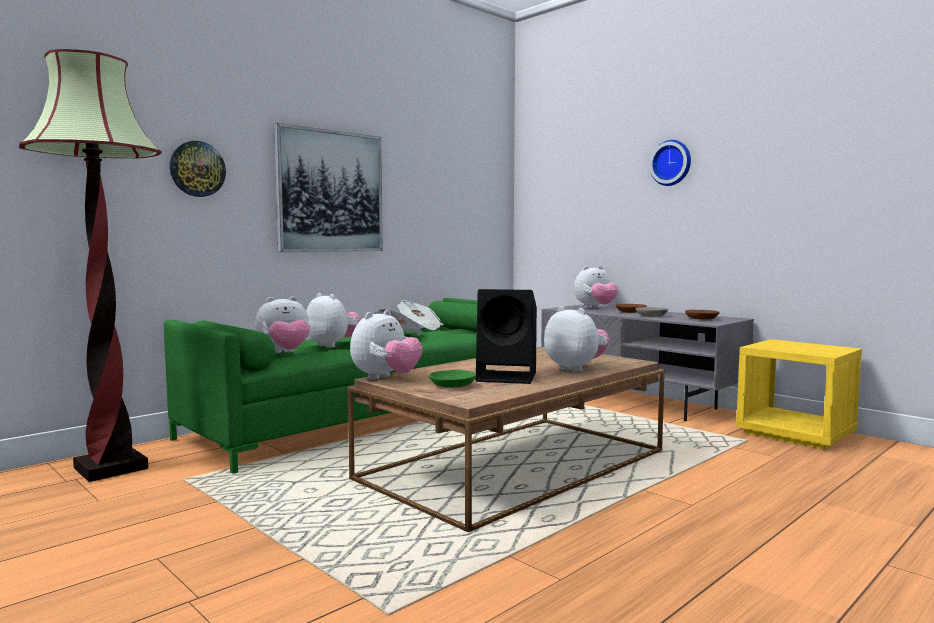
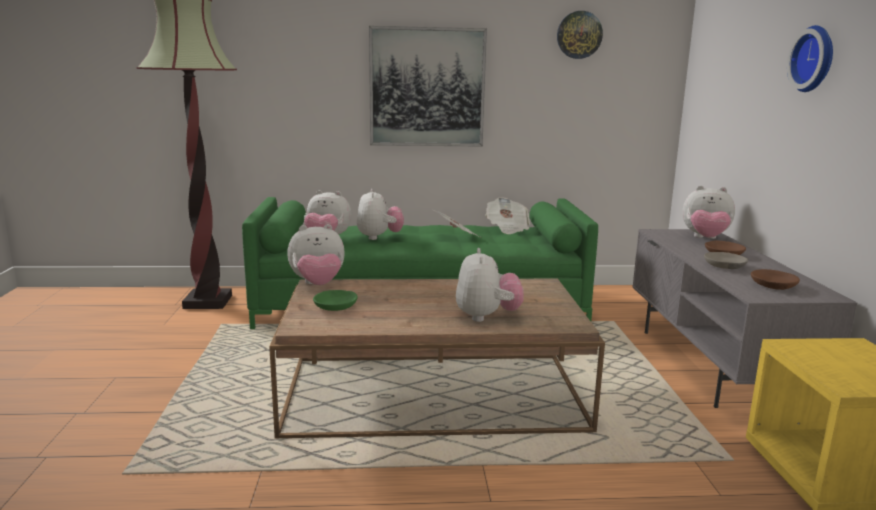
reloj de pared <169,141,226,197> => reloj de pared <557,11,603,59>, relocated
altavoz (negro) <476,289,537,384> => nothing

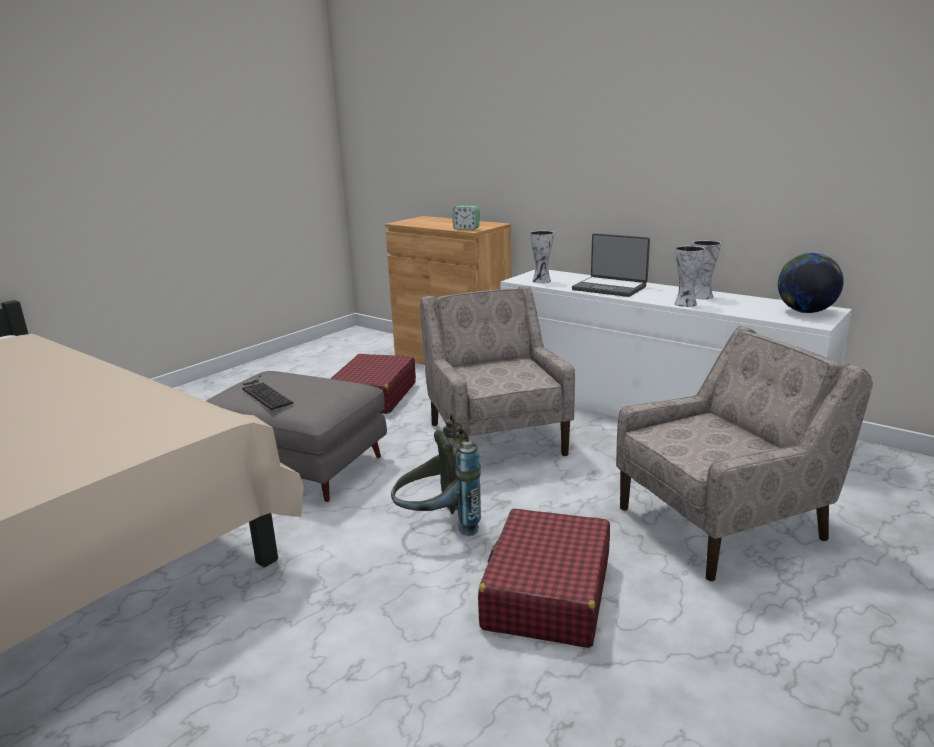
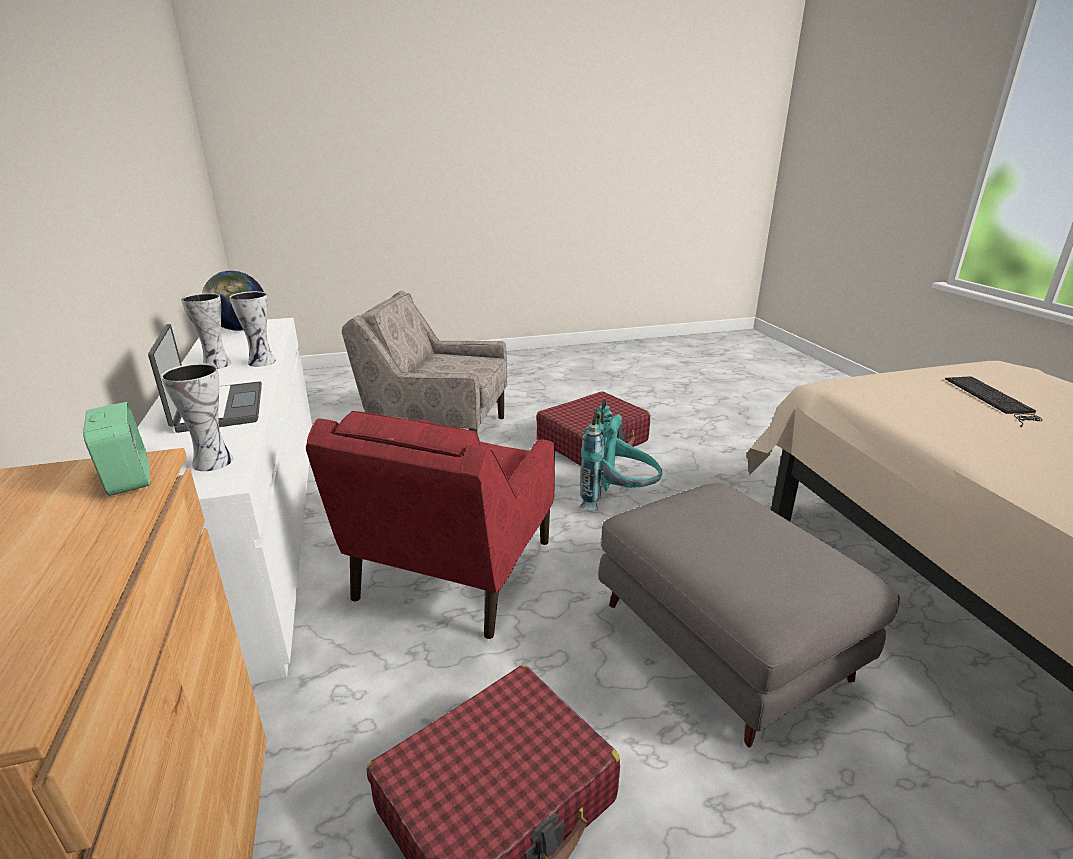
sillón (beis) <419,286,575,456> => sillón (rojo) <306,411,555,639>
mochila (gris) <391,413,481,536> => mochila (turquesa) <580,400,662,510>
teclado <242,375,294,410> => teclado <945,377,1042,427>, relocated

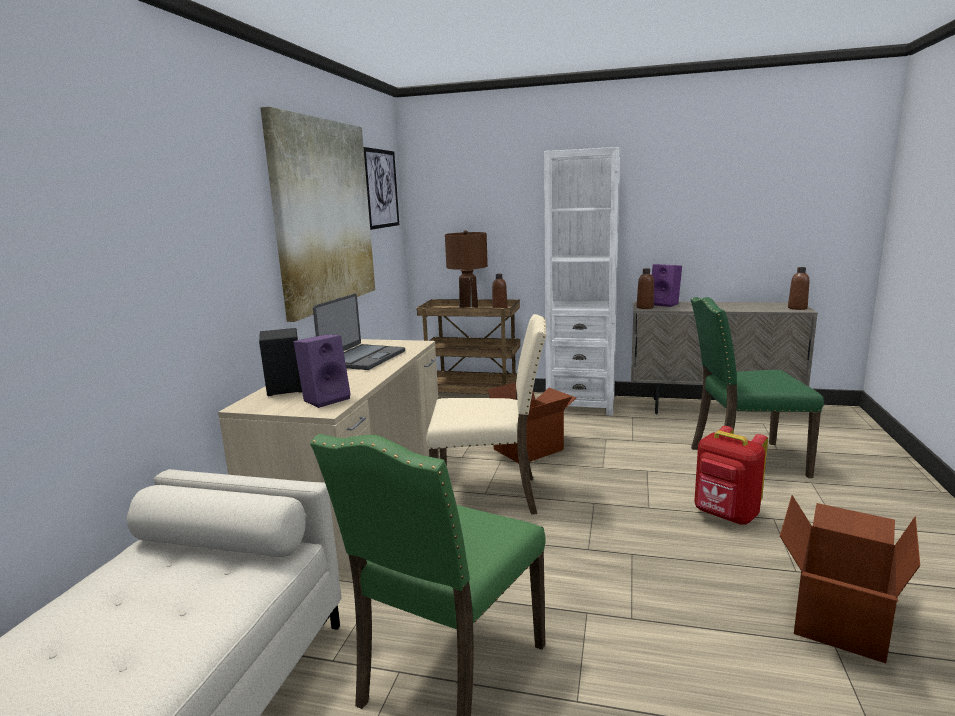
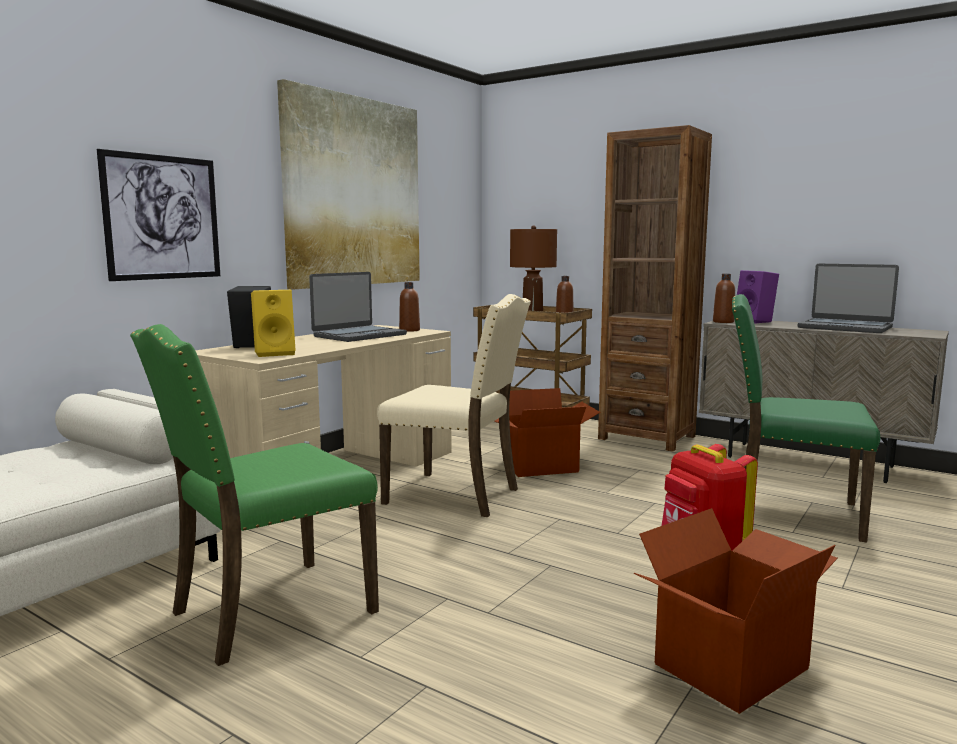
cuadro <364,147,399,230> => cuadro <97,149,220,281>, relocated
altavoz (morado) <293,334,351,408> => altavoz (amarillo) <251,290,296,357>
botella (marrón) <788,267,810,310> => botella (marrón) <399,282,420,332>, relocated
estantería (blanco) <544,147,620,415> => estantería (marrón) <598,125,712,452>
nothing => portátil <798,264,899,333>

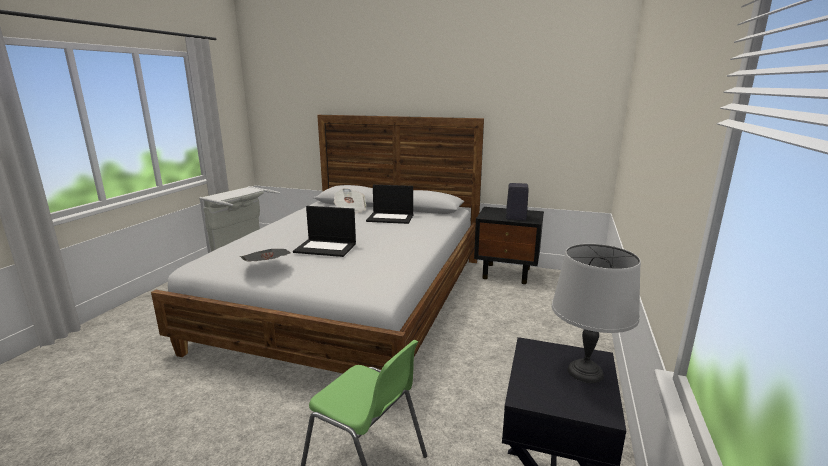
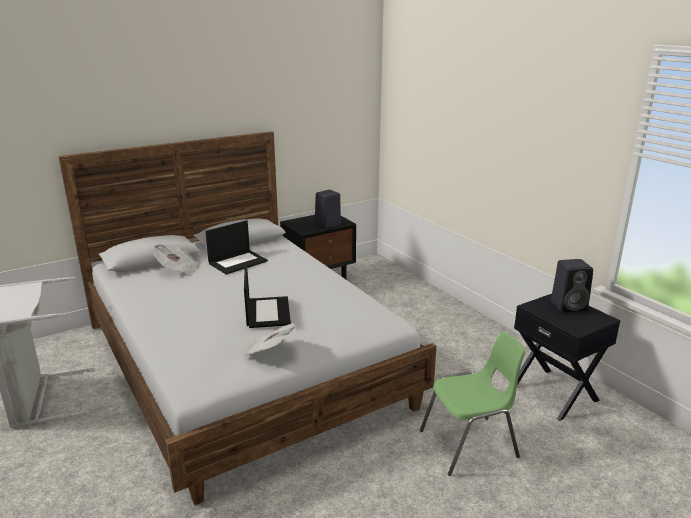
portátil <293,206,356,257> => portátil <244,264,291,328>, 60 degrees counterclockwise
lámpara de mesa (gris) <552,244,641,383> => altavoz (negro) <551,259,593,312>

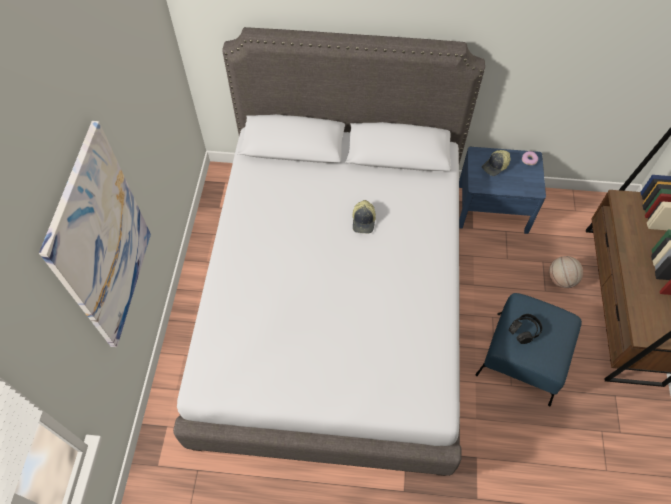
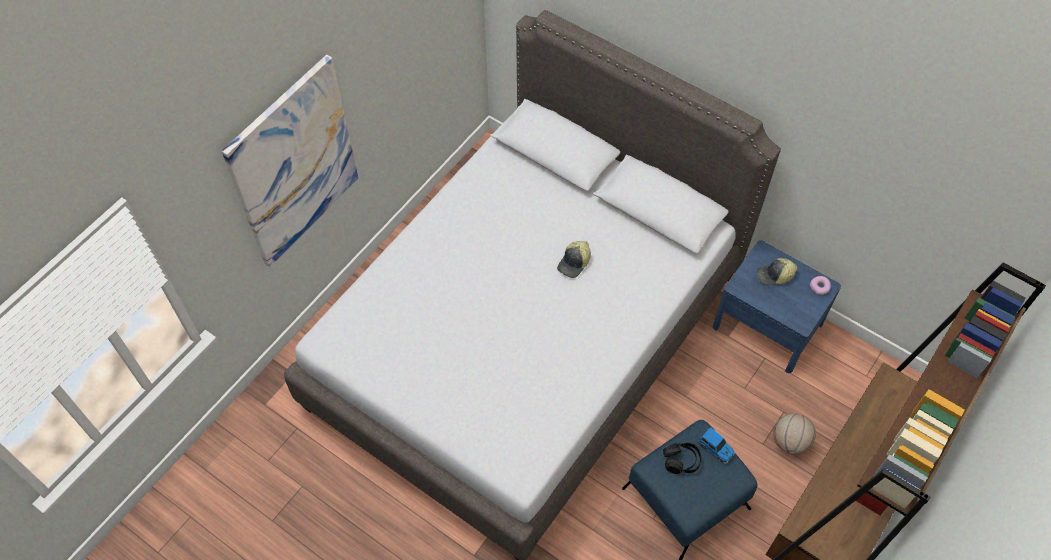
nothing => coche de juguete <698,427,735,464>

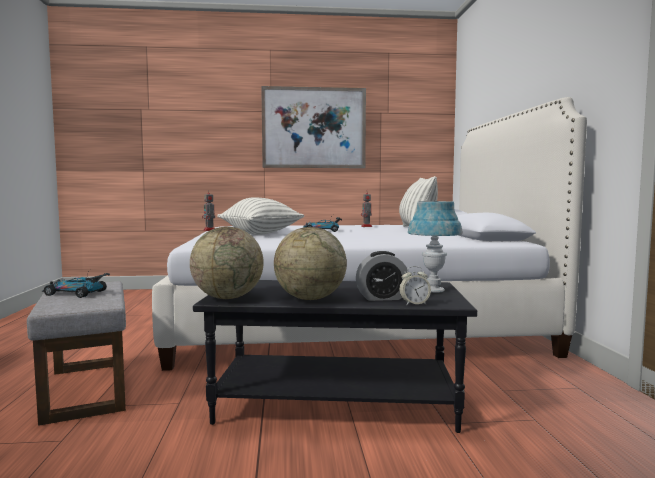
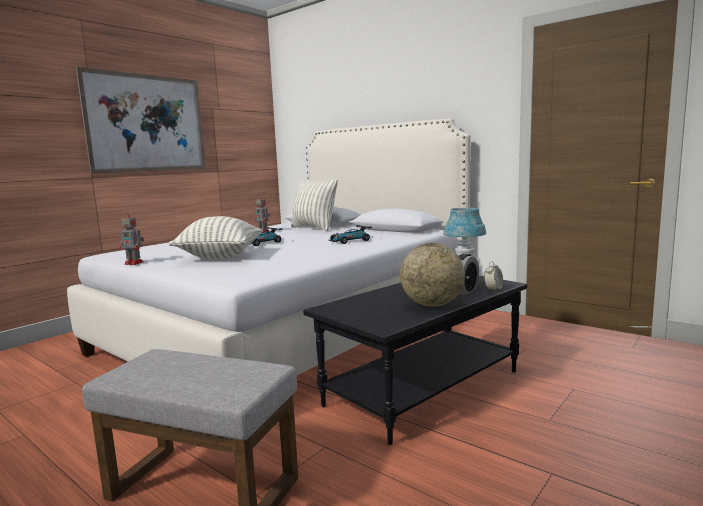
coche de juguete <42,269,110,298> => coche de juguete <329,223,372,244>, relocated
globo terráqueo <190,226,264,299> => nothing

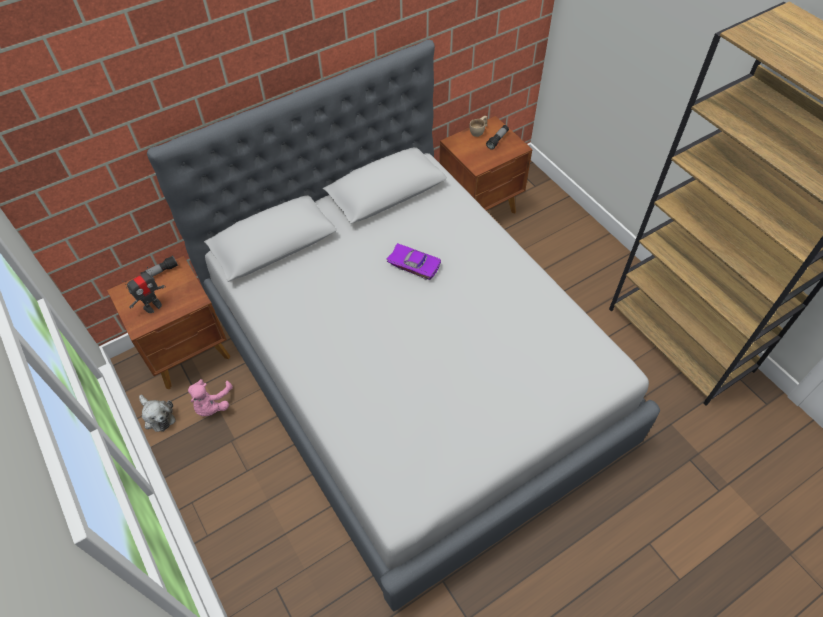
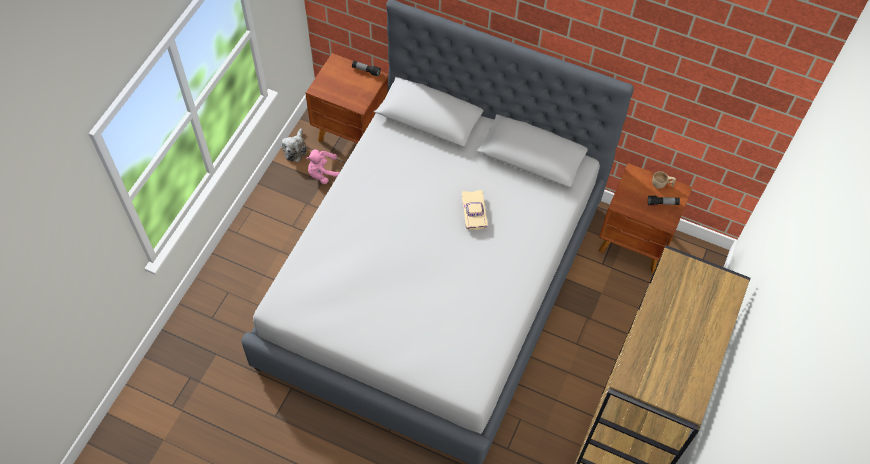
coche de juguete (morado) <386,243,441,280> => coche de juguete (beis) <462,190,488,230>
robot de juguete <122,267,166,313> => nothing

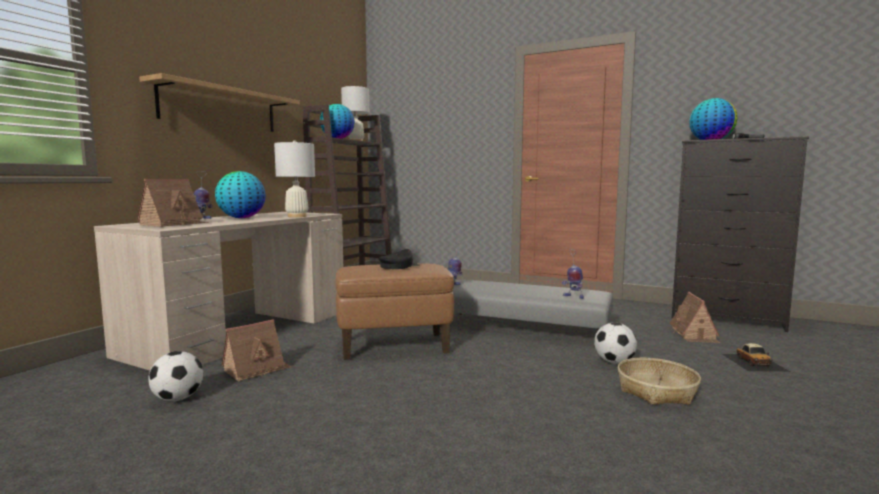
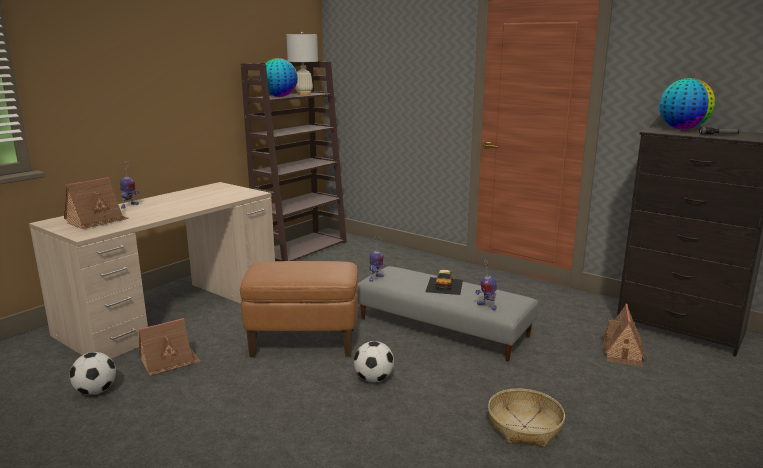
balón de fútbol <594,322,637,364> => balón de fútbol <354,341,394,382>, relocated
coche de juguete <722,343,790,372> => coche de juguete <425,270,463,295>, relocated
estante <139,73,300,132> => nothing
globo terráqueo <215,171,266,218> => nothing
lámpara de mesa (blanco) <274,140,315,217> => nothing
gorra (negro) <378,249,420,269> => nothing

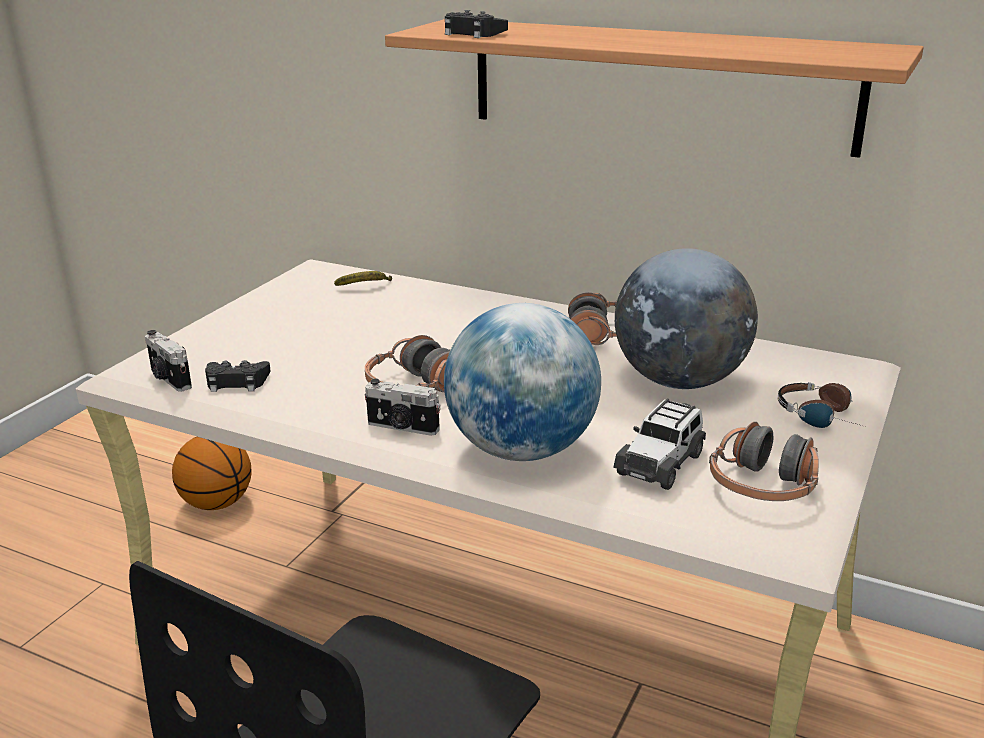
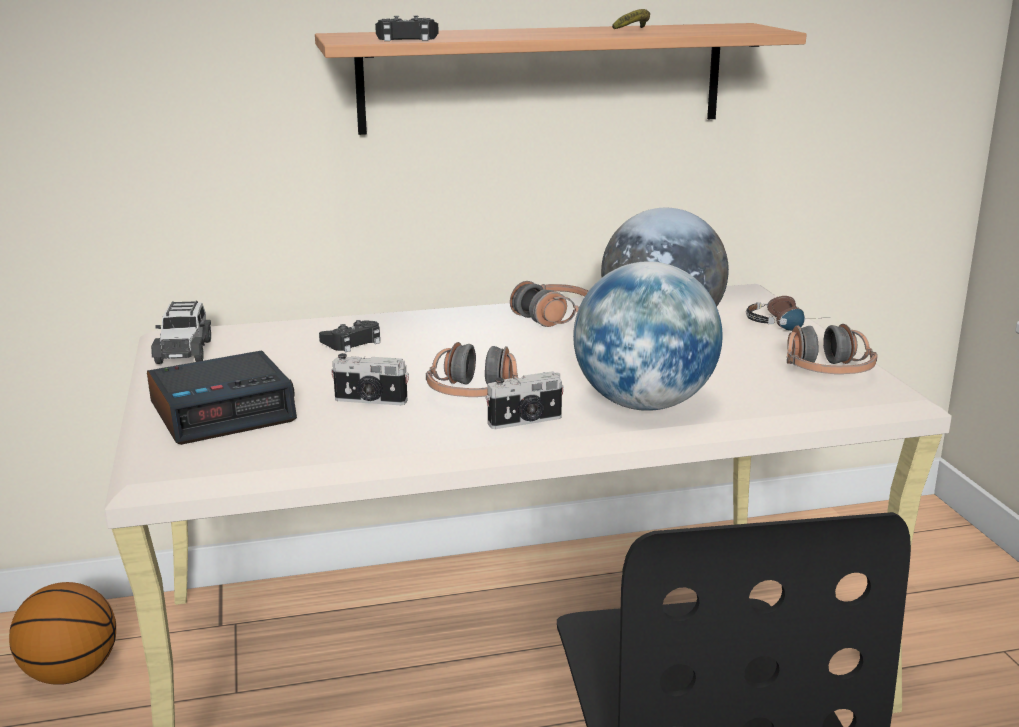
nothing => despertador <147,351,297,445>
coche de juguete <614,399,706,490> => coche de juguete <151,300,211,364>, relocated
mando de consola (negro) <205,360,271,392> => mando de consola (negro) <319,320,380,352>, relocated
cámara <145,330,192,392> => cámara <331,353,409,405>, relocated
plátano <334,271,392,286> => plátano <612,9,650,29>, relocated

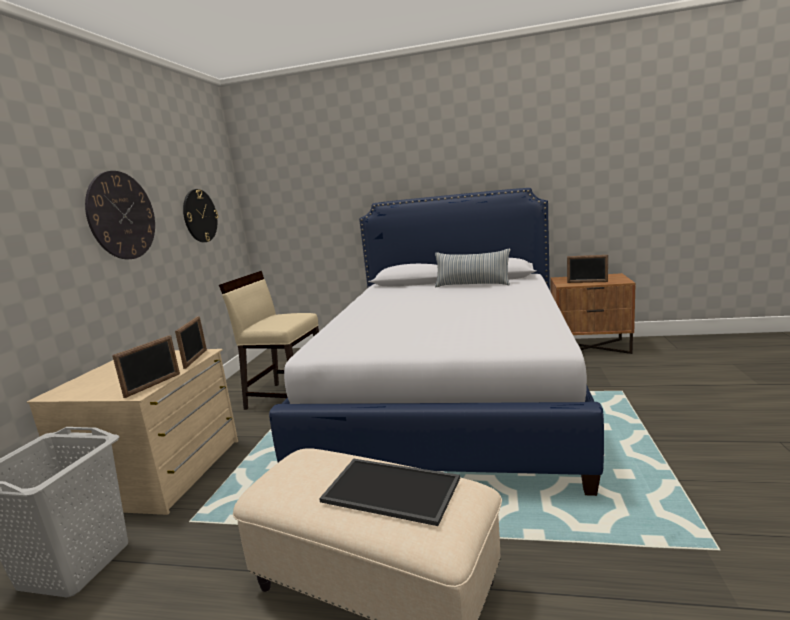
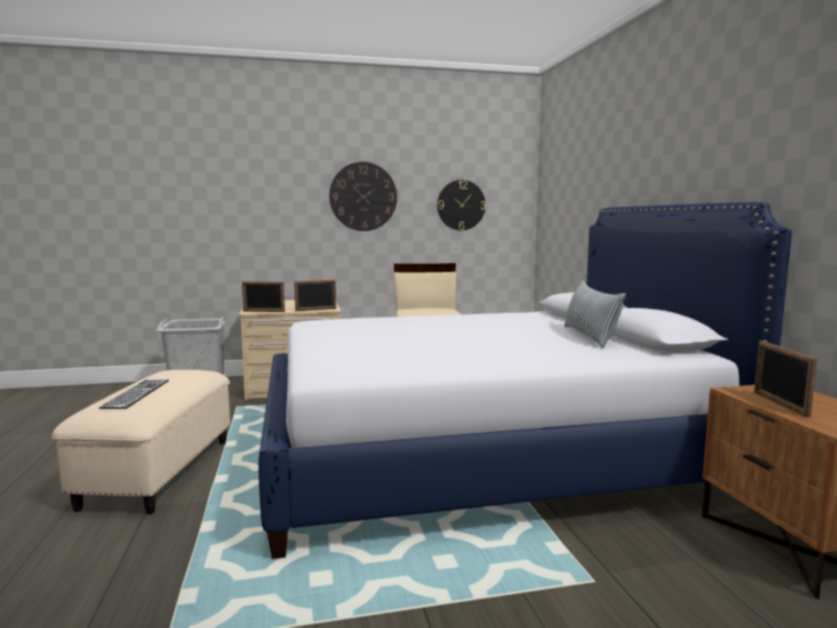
bandeja <319,459,460,526> => teclado <99,379,169,409>

